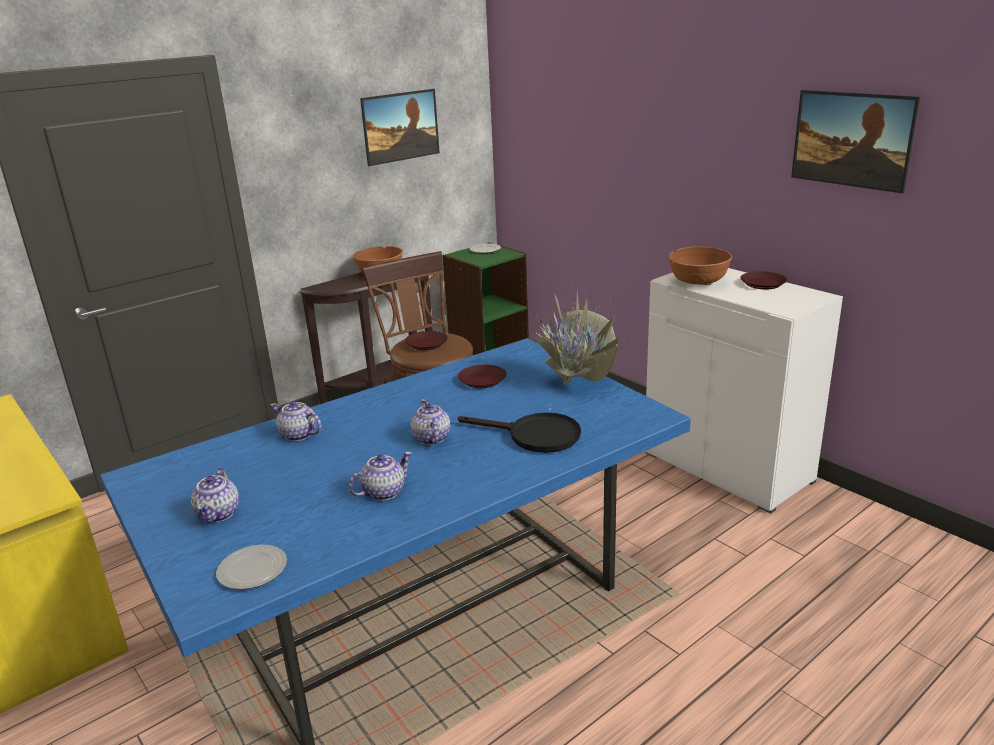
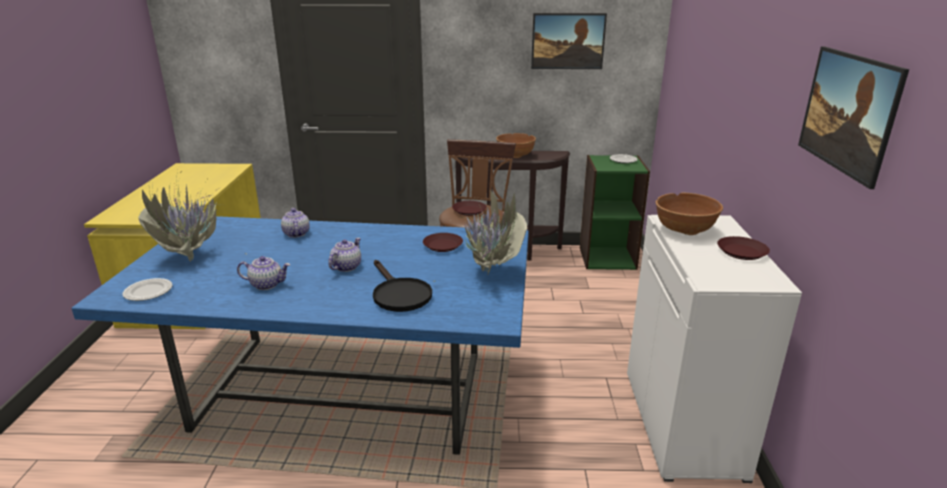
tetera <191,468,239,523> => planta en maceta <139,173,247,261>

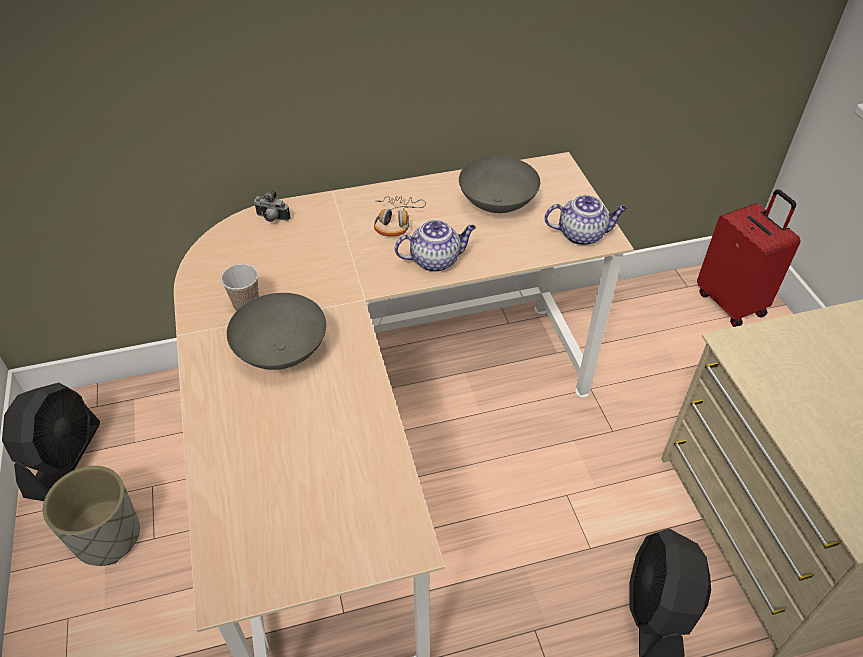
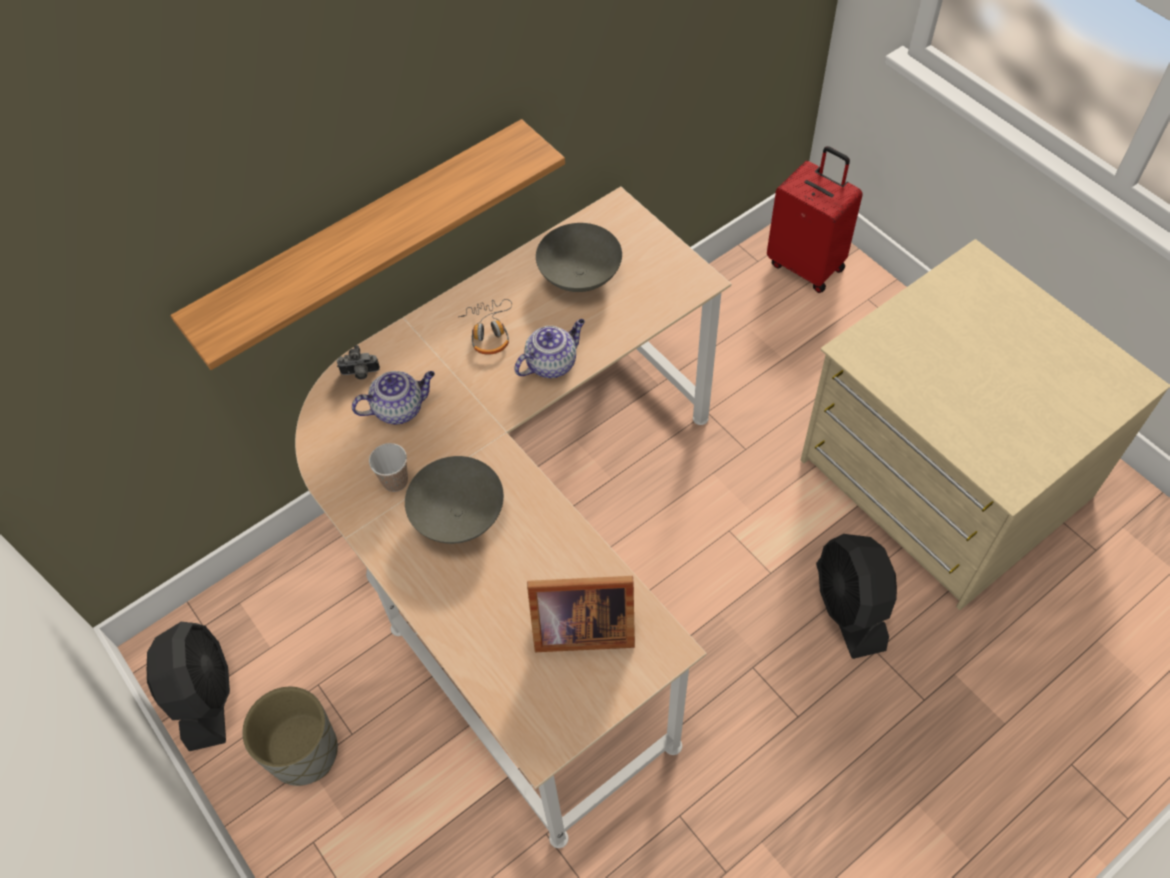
nothing => estante <171,119,565,370>
tetera <545,195,627,245> => tetera <352,371,435,425>, relocated
nothing => portarretratos <527,576,635,652>

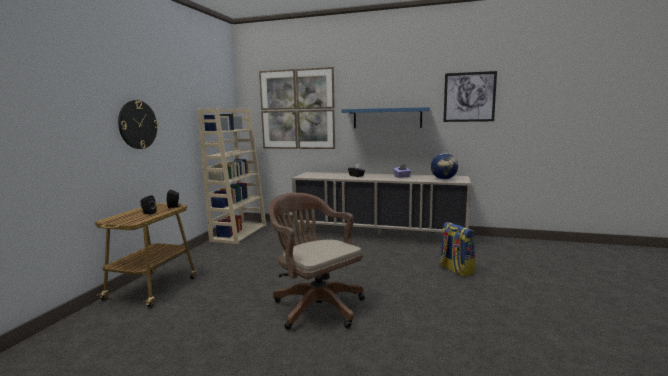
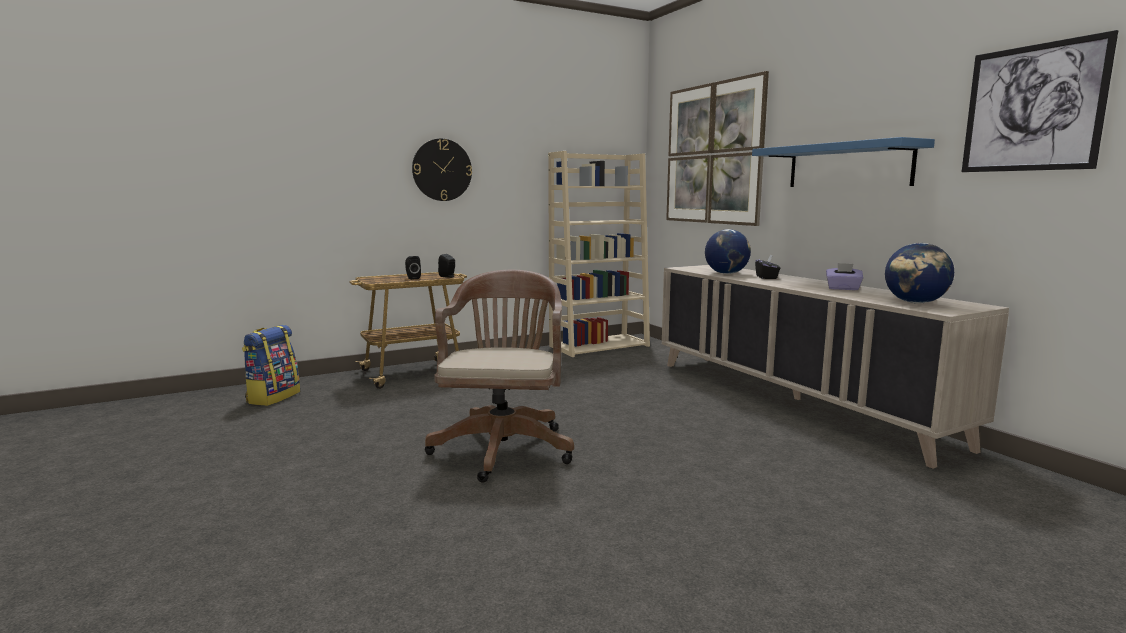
mochila <440,222,475,277> => mochila <242,325,300,406>, relocated
nothing => globo terráqueo <705,229,751,274>

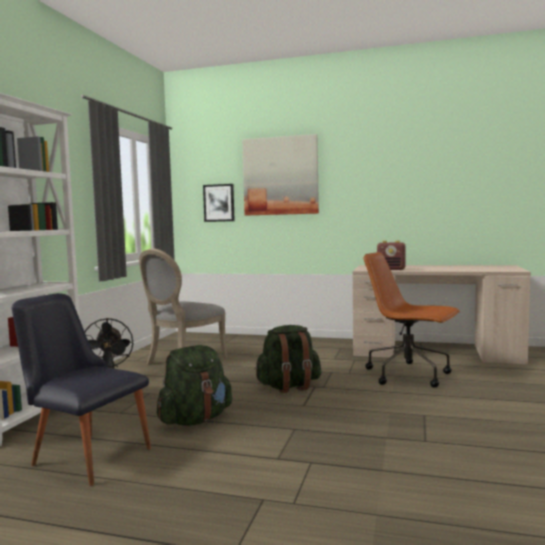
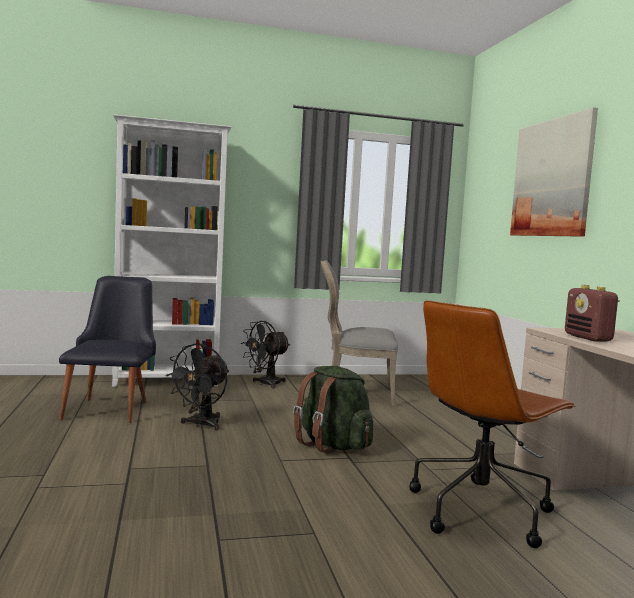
mochila (verde) <156,345,232,426> => ventilador (negro) <165,343,230,430>
silla de oficina (marrón) <364,252,460,387> => silla de oficina (marrón) <410,300,576,548>, 135 degrees counterclockwise
cuadro <203,184,235,222> => nothing

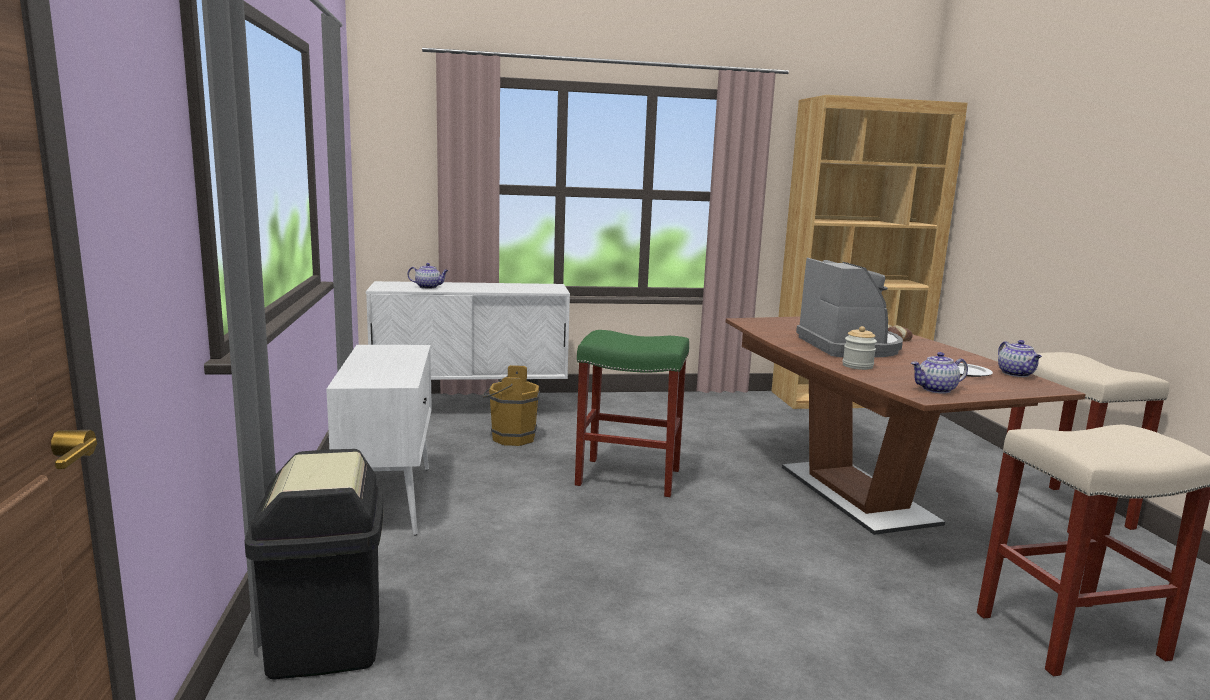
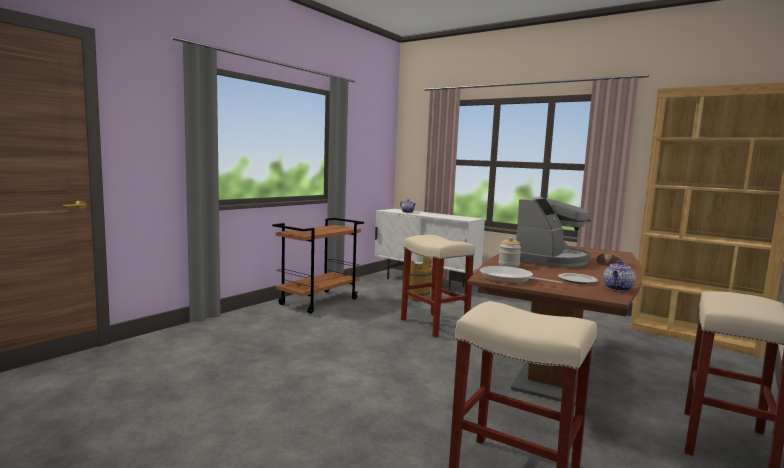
armario (blanco) <326,345,432,536> => carrito (marrón) <272,218,364,314>
taburete (verde) <575,330,689,497> => taburete (beis) <401,235,475,337>
tetera <911,352,968,394> => sartén <480,266,563,284>
papelera (negro) <245,449,383,679> => nothing

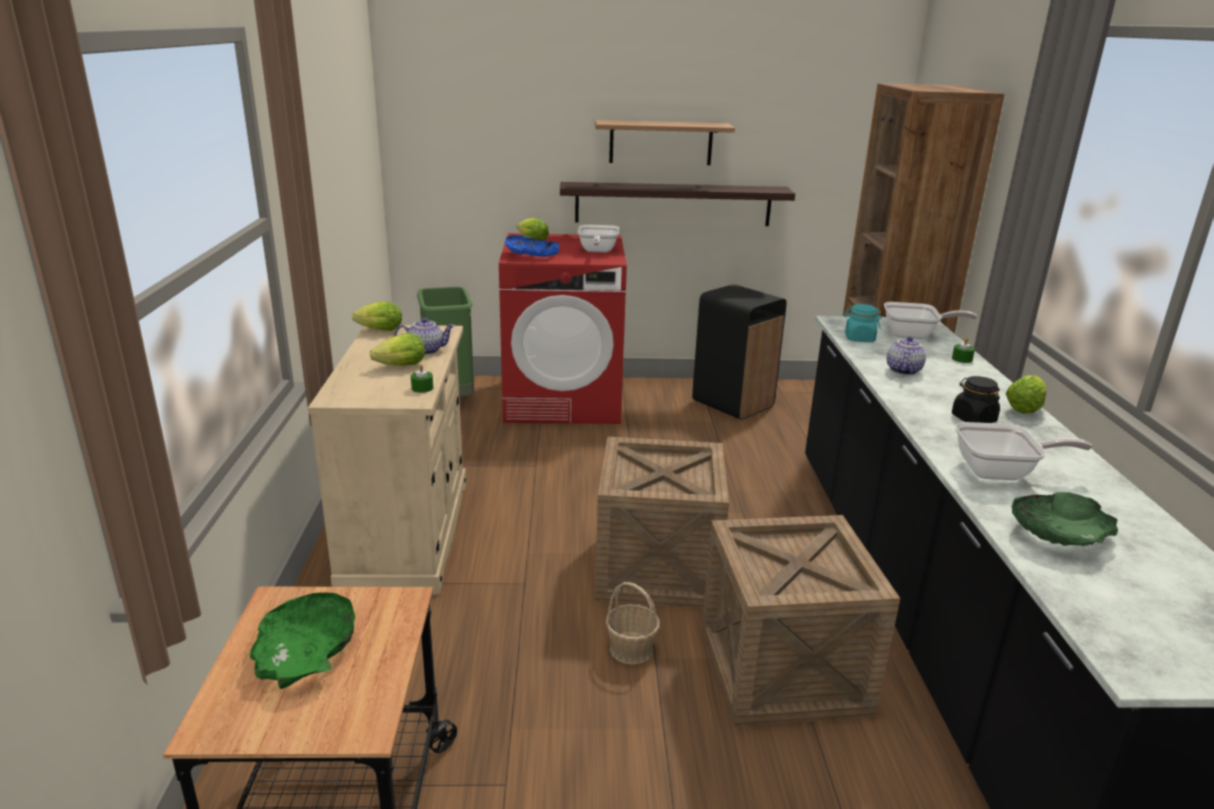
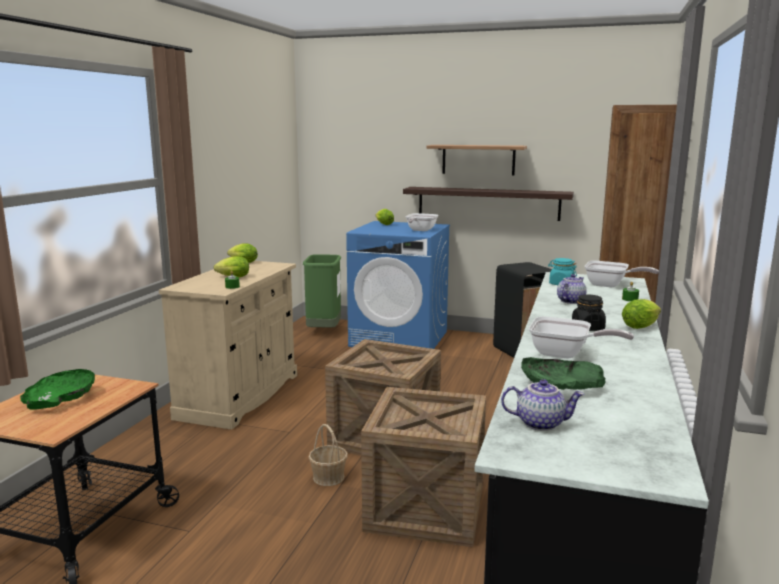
lavadora (rojo) <499,233,627,424> => lavadora (azul) <346,221,450,349>
tetera <395,317,455,355> => tetera <501,379,585,431>, relocated
cuenco (azul) <505,235,560,257> => nothing

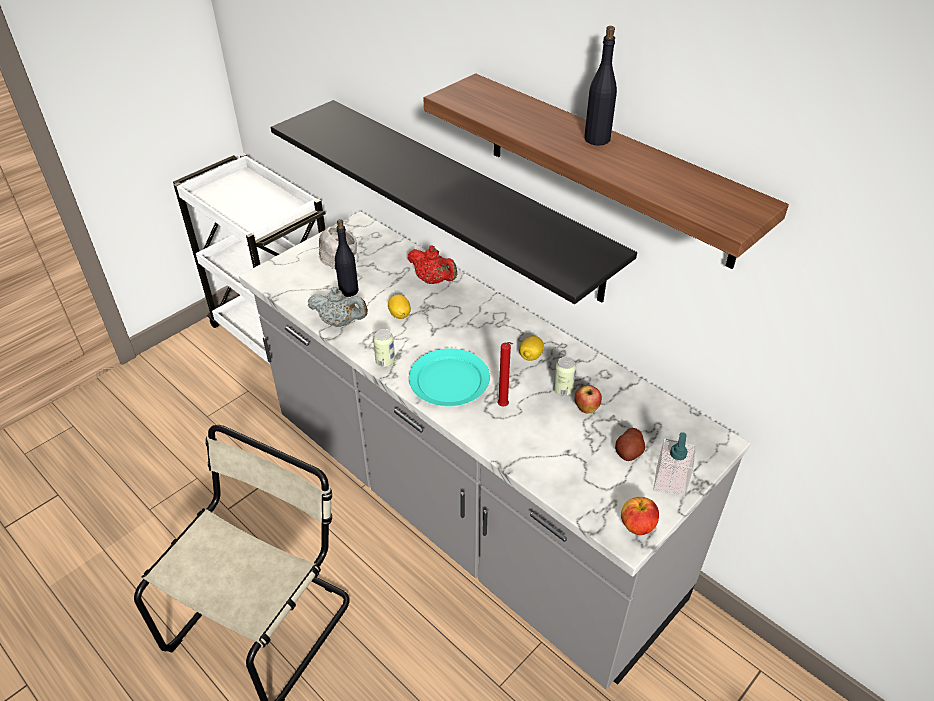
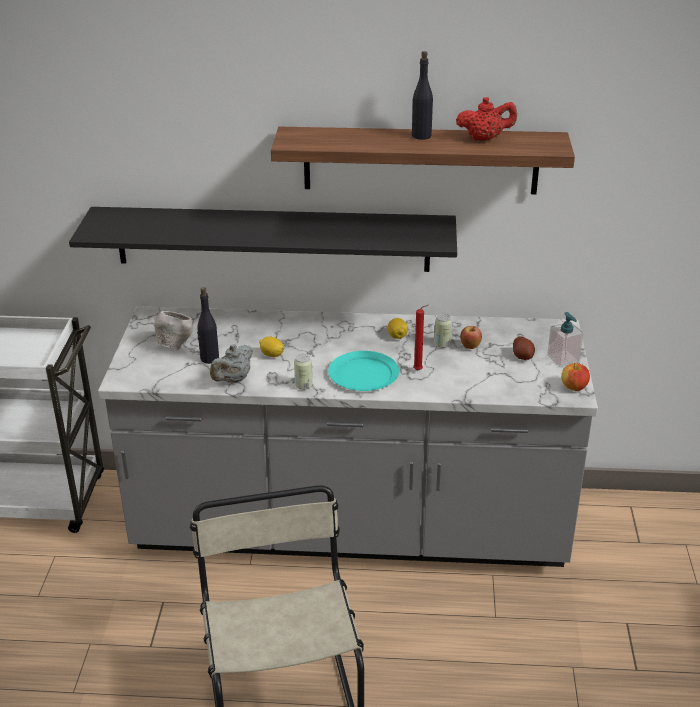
tetera (gris) <308,287,368,327> => tetera (gris) <210,344,253,383>, 150 degrees clockwise
tetera (rojo) <408,245,457,284> => tetera (rojo) <456,97,517,141>, relocated

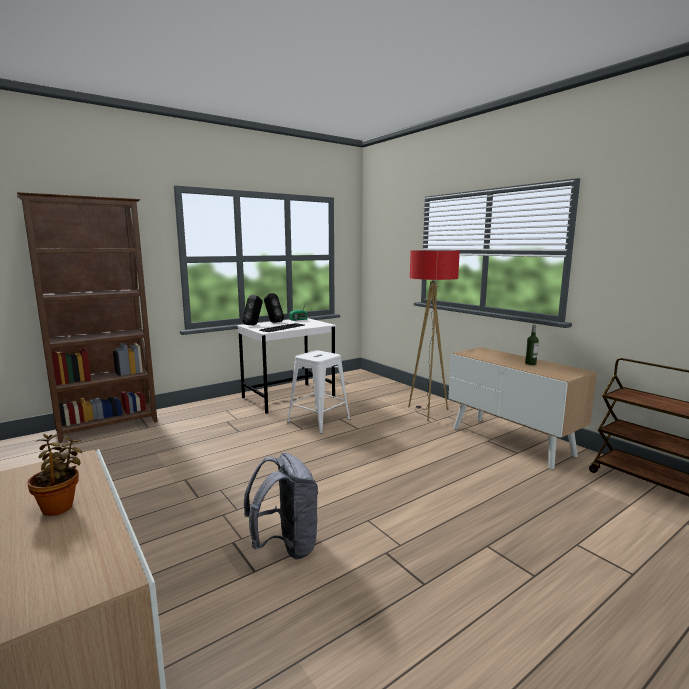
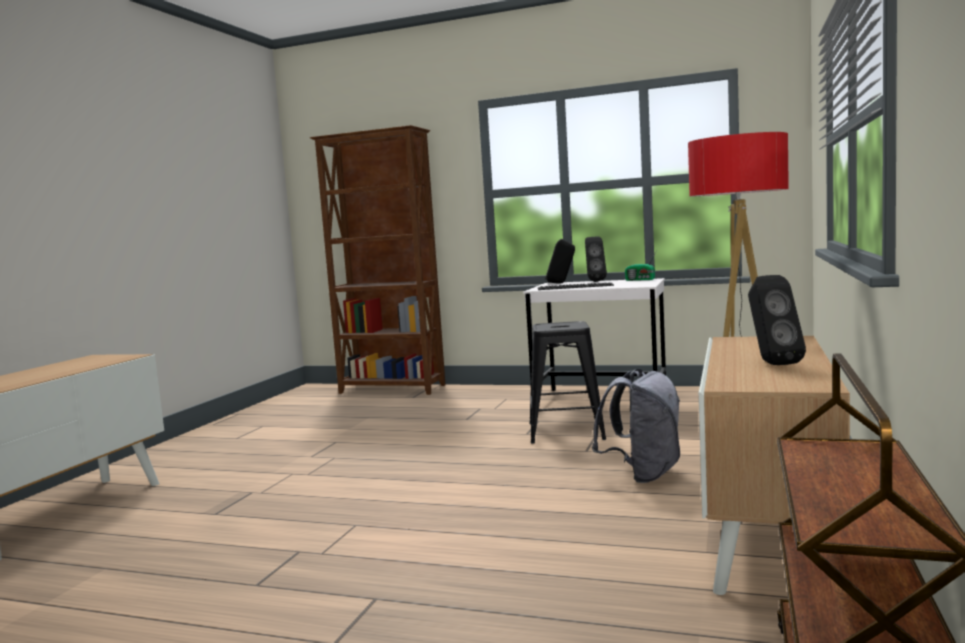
taburete (blanco) <287,350,350,434> => taburete (negro) <529,321,606,444>
mochila (gris) <244,453,318,560> => mochila (gris) <592,368,680,483>, relocated
botella <525,325,539,365> => altavoz (negro) <748,275,806,365>
planta en maceta <27,434,82,516> => nothing

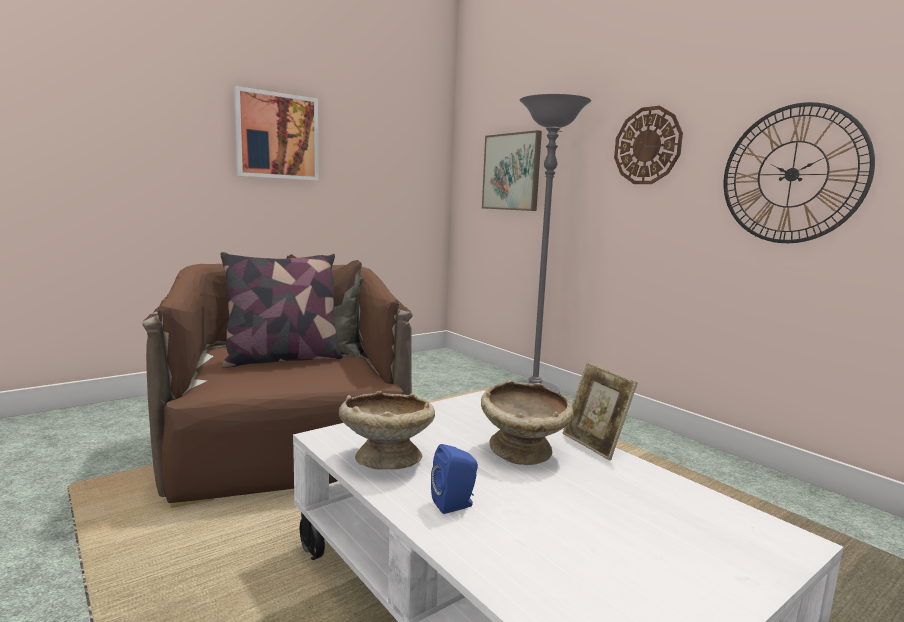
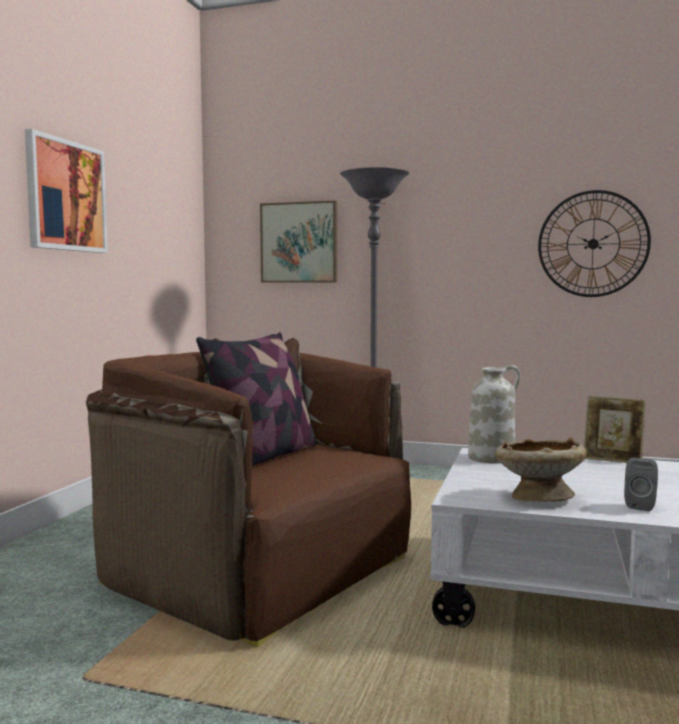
nothing => florero (blanco) <468,365,521,464>
altavoz (azul) <431,444,478,514> => altavoz (gris) <624,458,658,511>
cuenco (beis) <481,380,574,465> => nothing
reloj de pared <614,106,683,184> => nothing

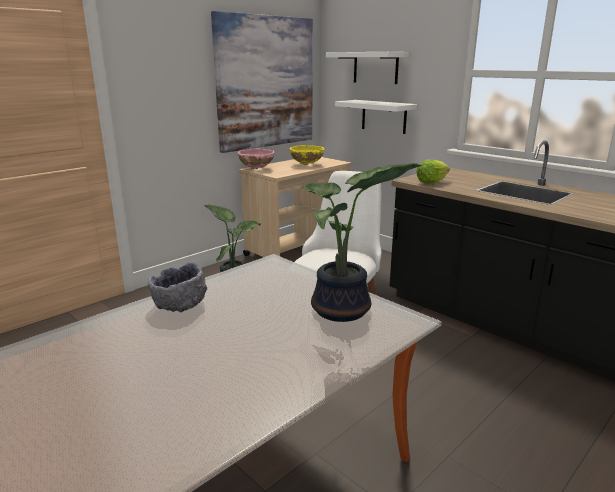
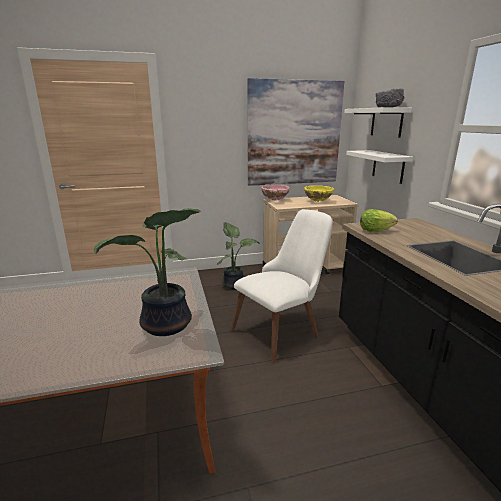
cuenco (gris) <148,262,207,312> => cuenco (gris) <376,88,404,107>, relocated

